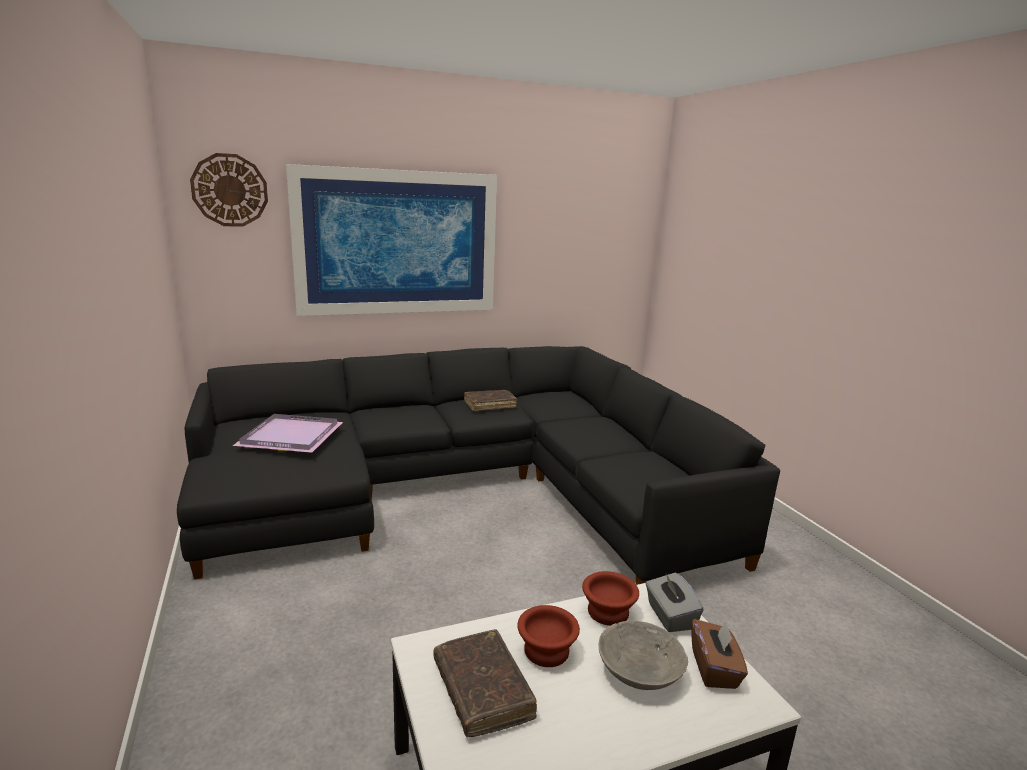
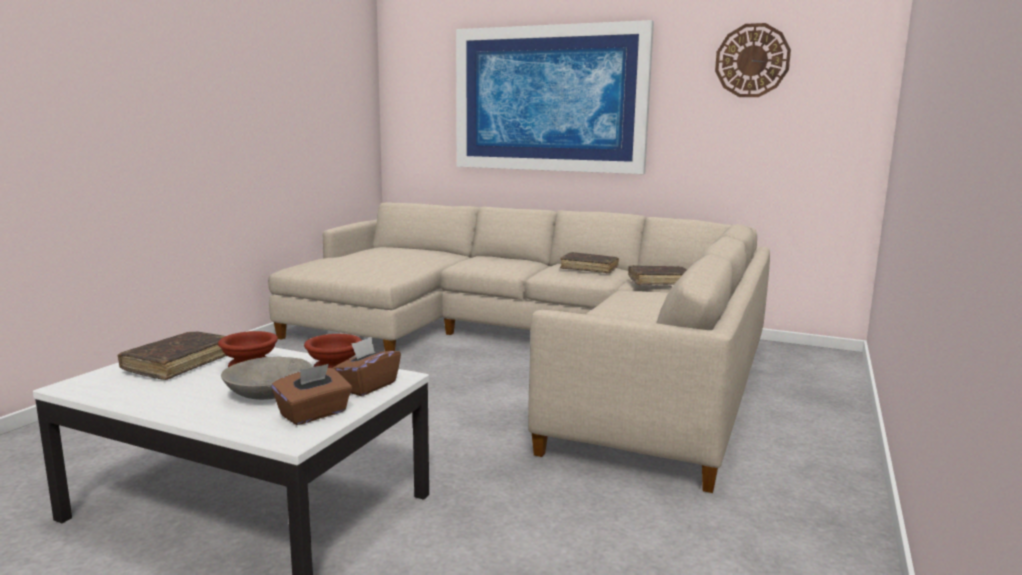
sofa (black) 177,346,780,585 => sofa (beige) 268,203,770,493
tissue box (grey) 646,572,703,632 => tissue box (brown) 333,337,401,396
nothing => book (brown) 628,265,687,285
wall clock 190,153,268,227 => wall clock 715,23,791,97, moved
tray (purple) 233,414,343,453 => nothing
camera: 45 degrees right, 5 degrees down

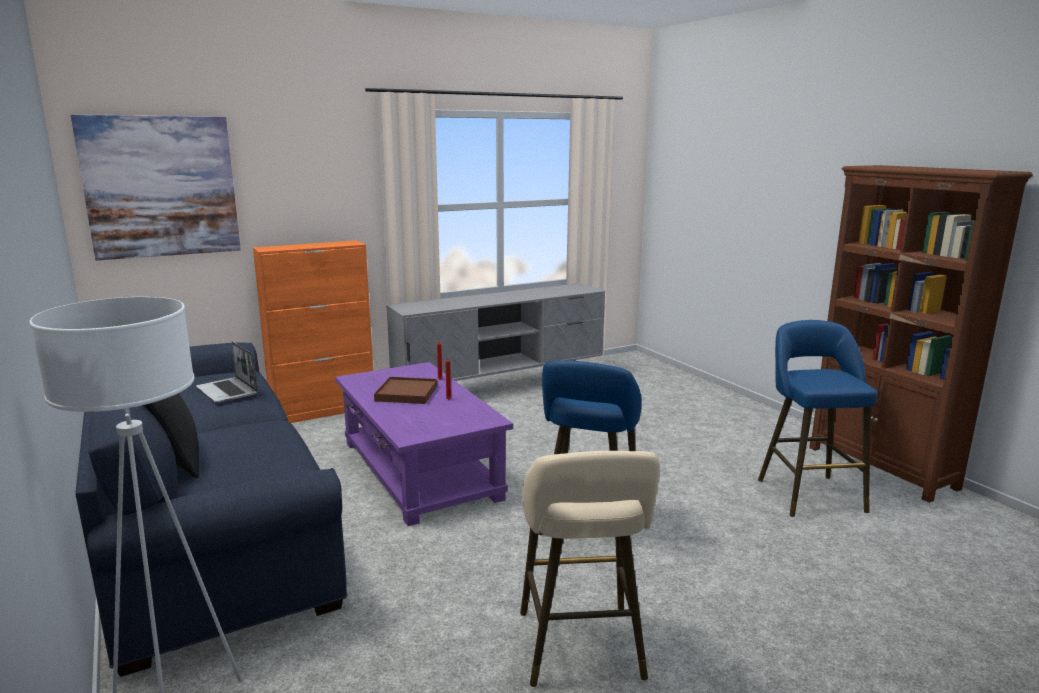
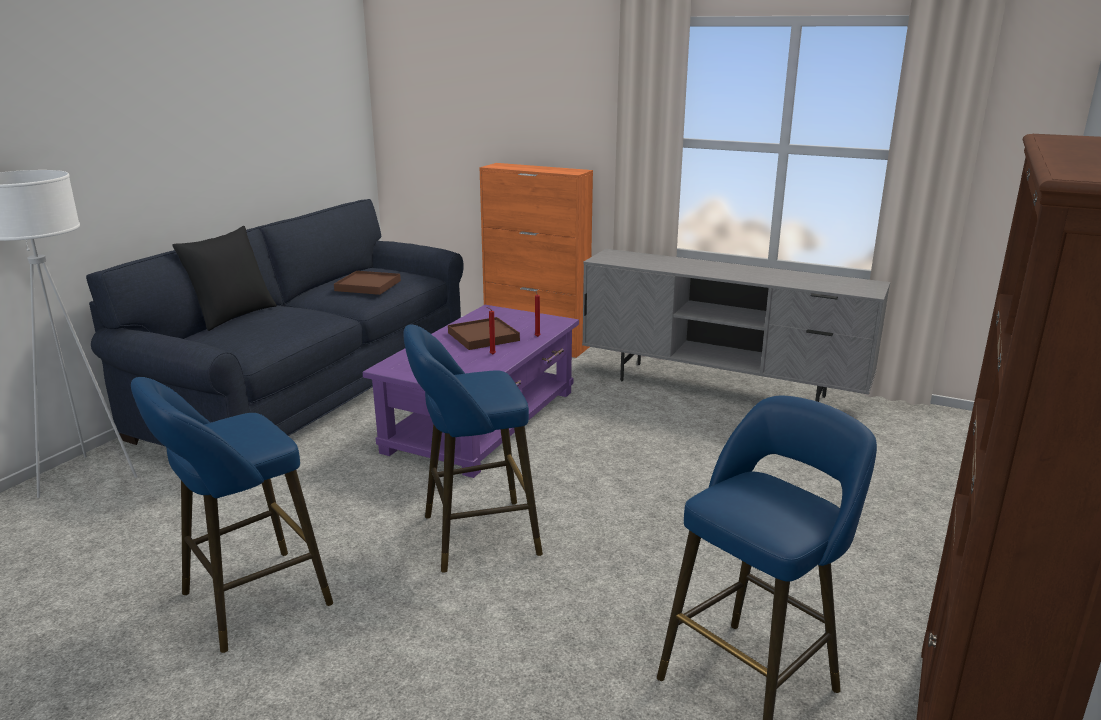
stool (beige) 520,451,660,687 => stool (blue) 131,377,333,653
laptop 196,341,258,403 => tray (brown) 334,271,401,295
picture 71,115,241,260 => nothing
camera: 55 degrees right, 5 degrees up

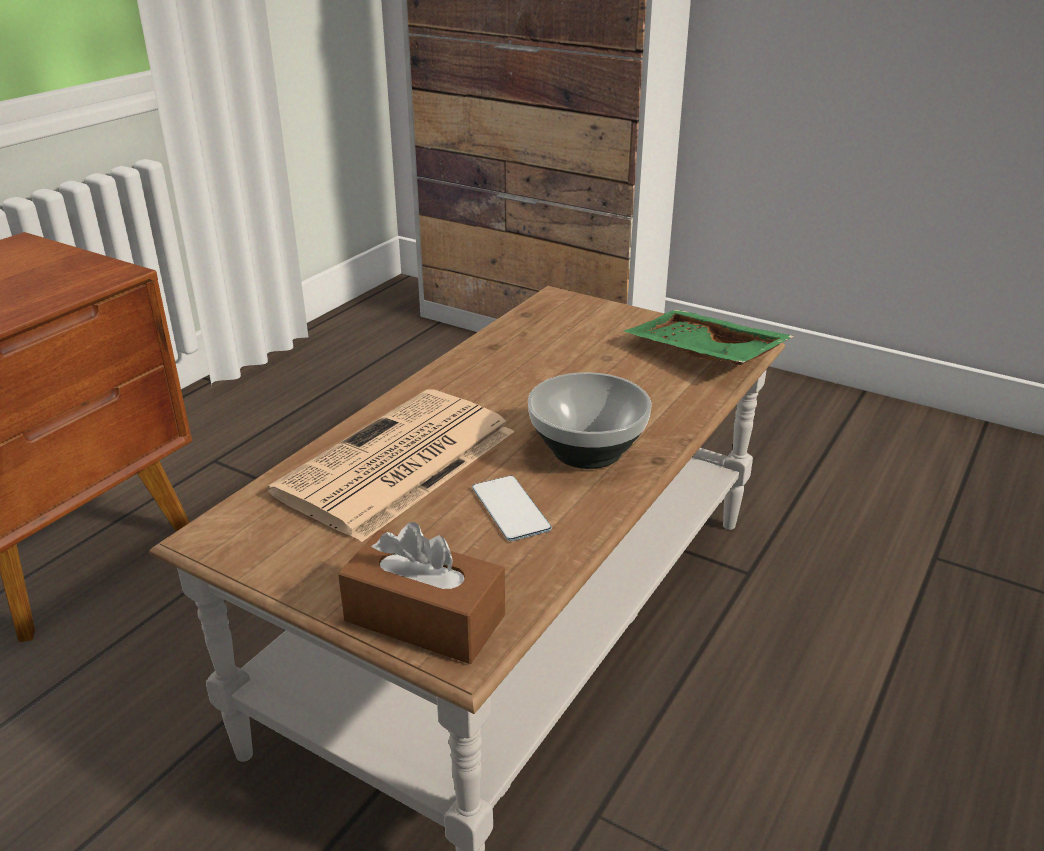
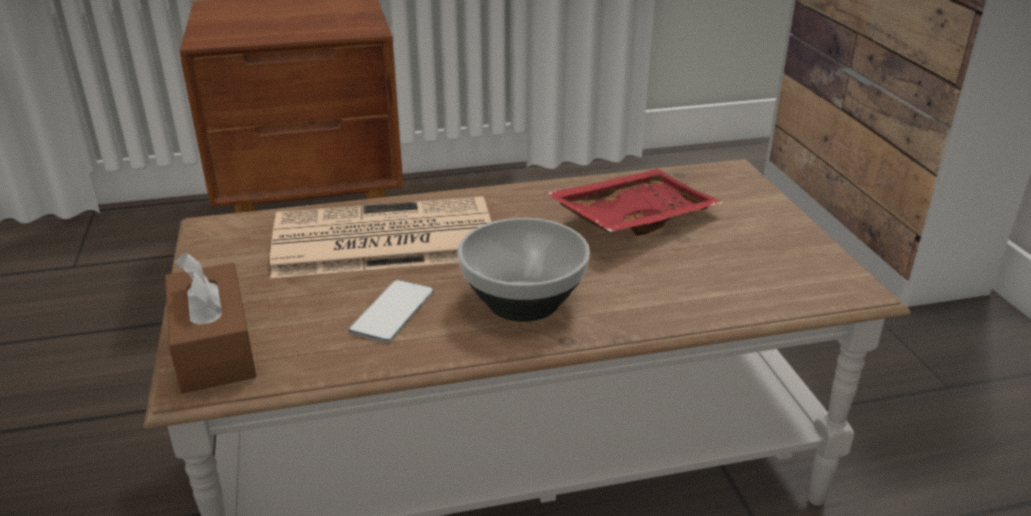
nothing => tray (red) 546,169,723,236
tray (green) 624,310,794,365 => nothing
camera: 45 degrees right, 0 degrees up

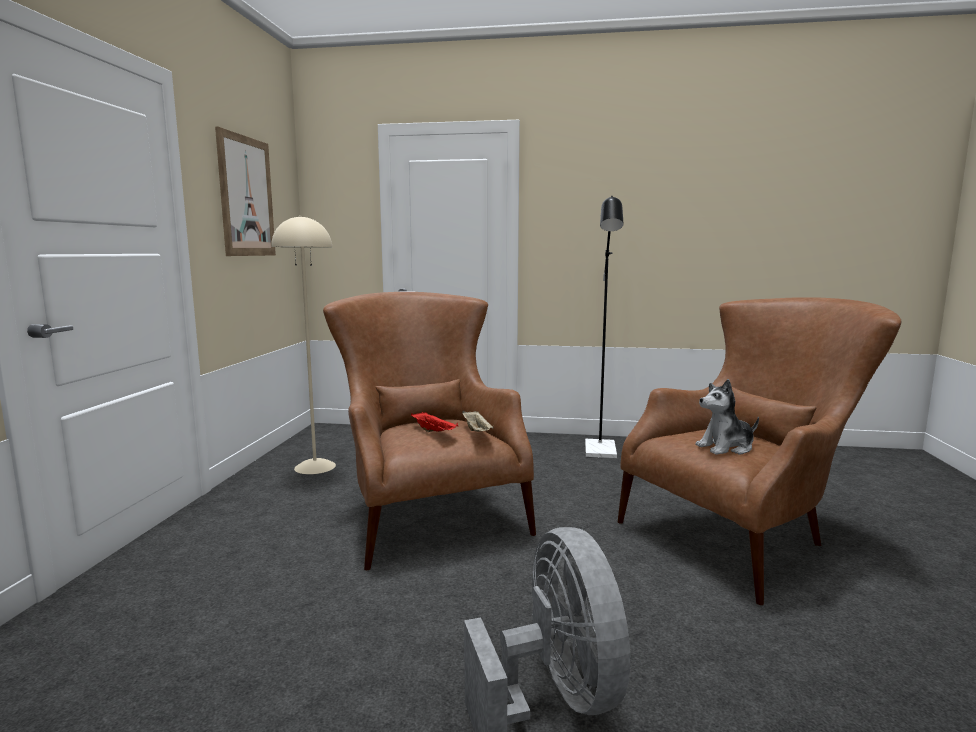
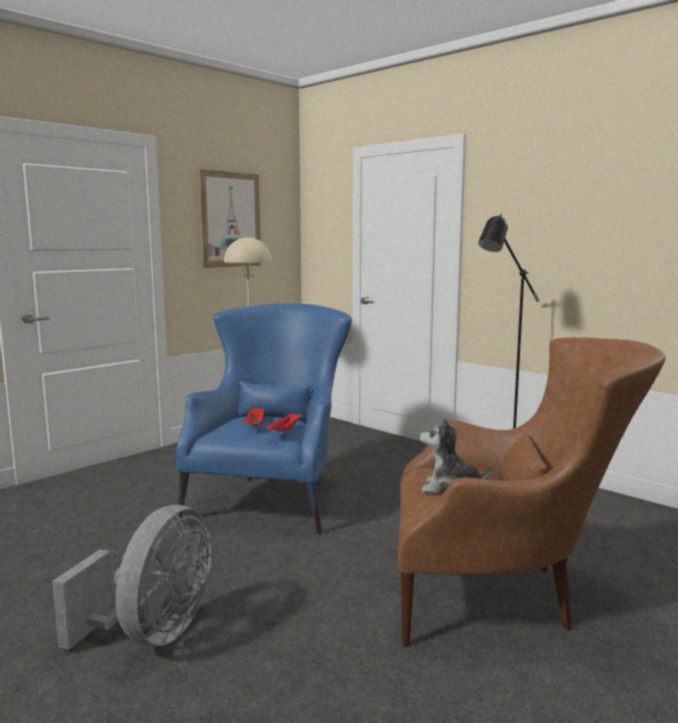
armchair (brown) 323,292,536,570 => armchair (blue) 176,303,352,534
tray (beige) 462,410,493,432 => tray (red) 265,412,302,431
camera: 35 degrees right, 0 degrees up

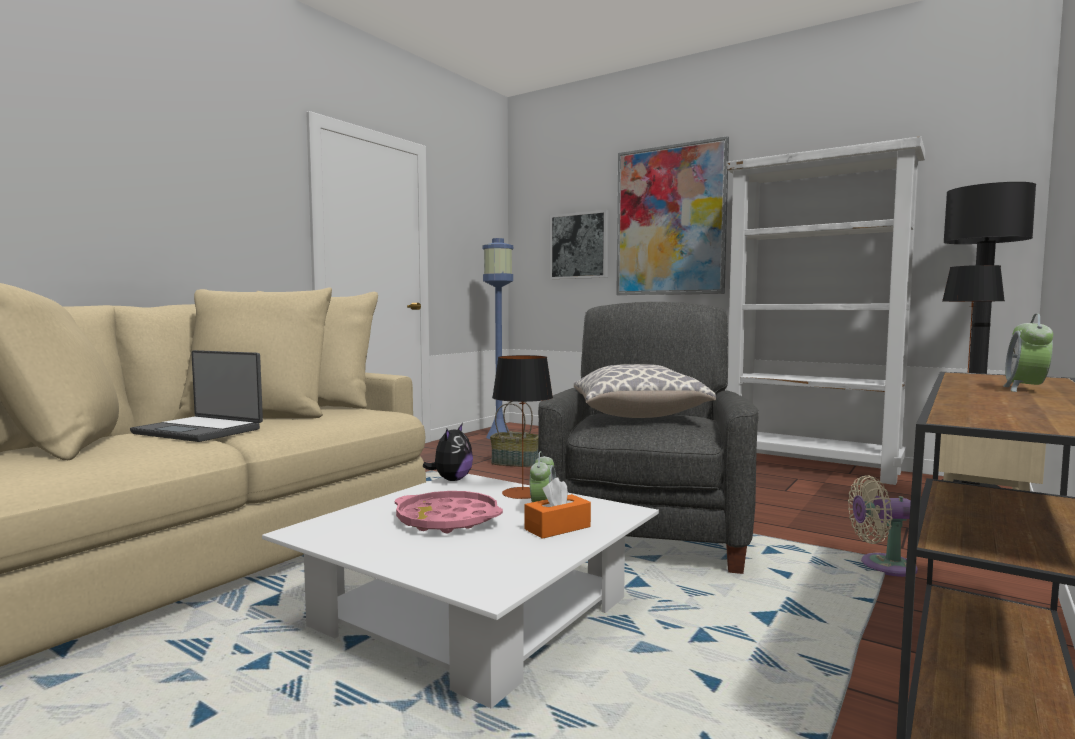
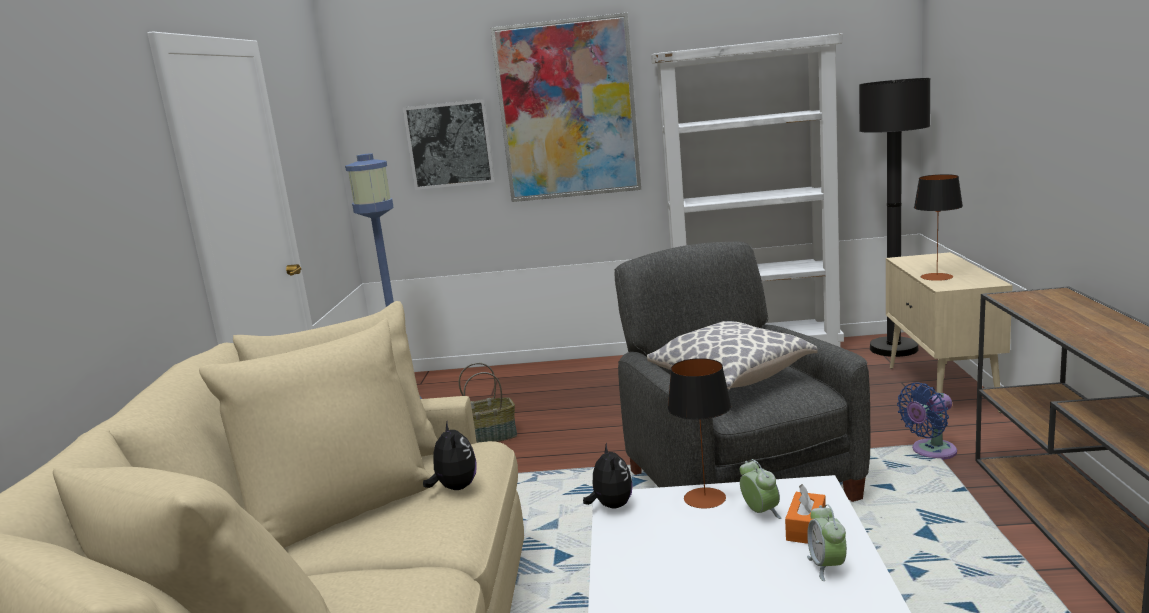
nothing => plush toy 423,422,477,490
alarm clock 1003,314,1053,392 => alarm clock 807,505,847,581, moved
fan (beige) 848,475,917,577 => fan (blue) 897,383,957,460
laptop 130,350,263,442 => nothing
tray (pink) 395,491,503,533 => nothing
camera: 30 degrees left, 10 degrees up

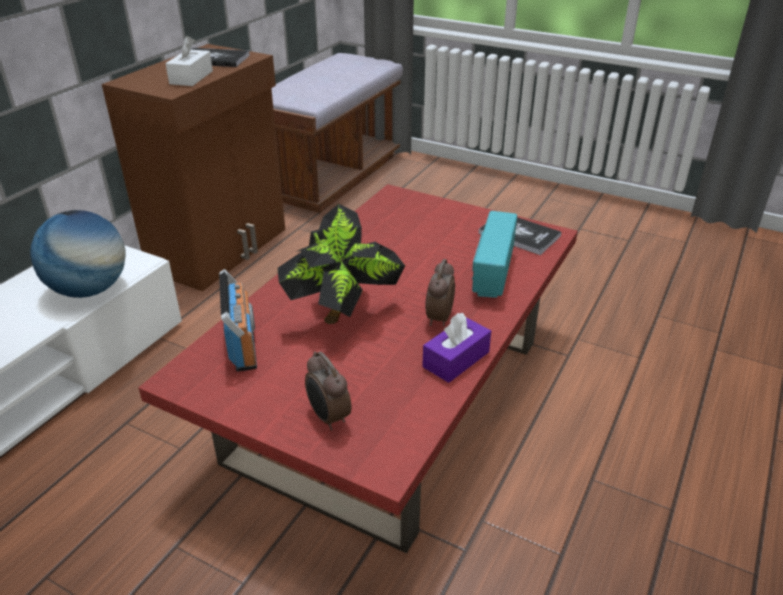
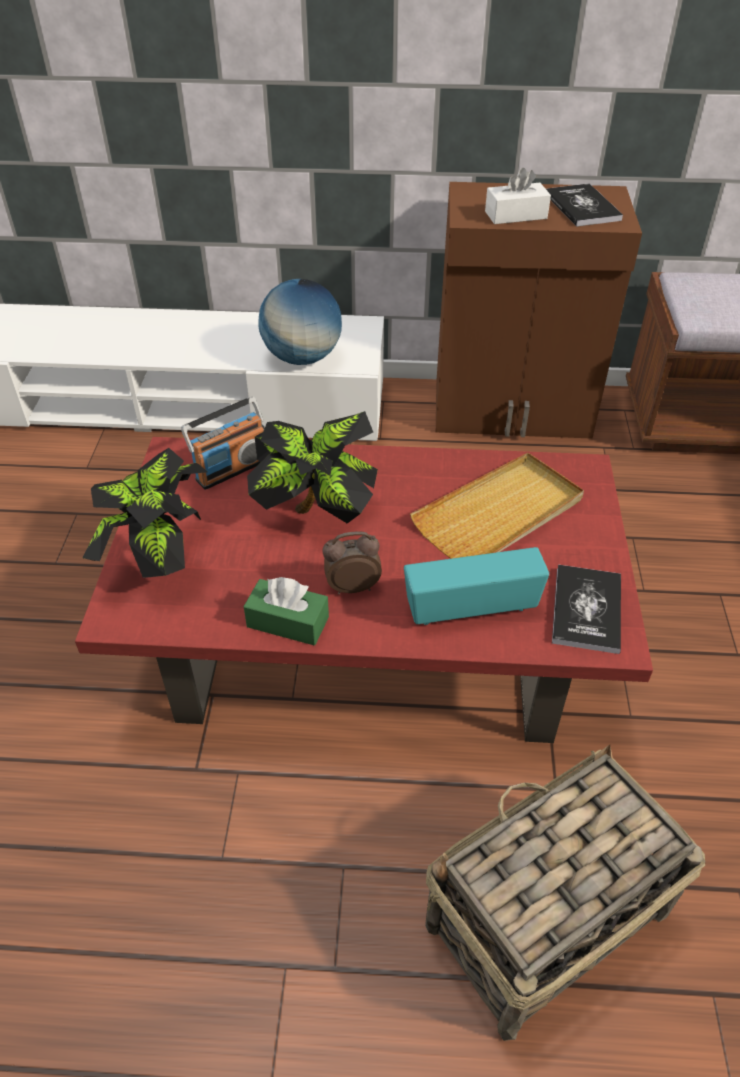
alarm clock 305,352,352,431 => potted plant 82,448,208,578
tissue box (purple) 422,313,491,383 => tissue box (green) 244,577,329,646
nothing => tray (beige) 410,453,584,559
nothing => basket 425,745,705,1041
camera: 65 degrees right, 10 degrees up

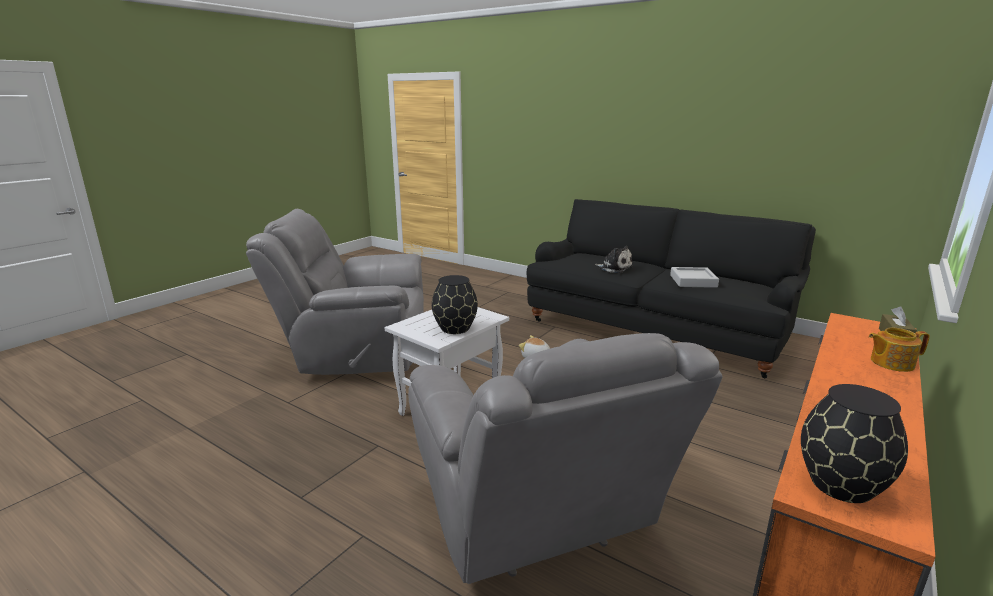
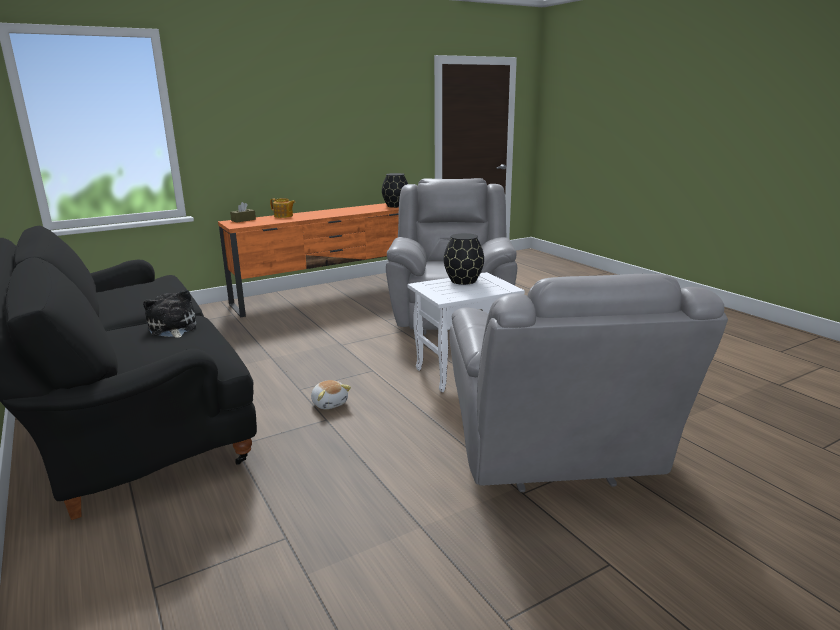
armchair (grey) 246,209,424,375 => armchair (grey) 450,274,728,492, 60 degrees clockwise
tray (grey) 670,267,719,288 => nothing
camera: 155 degrees left, 0 degrees up

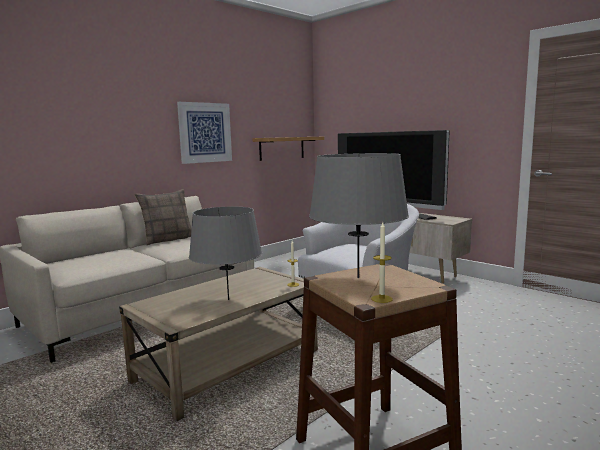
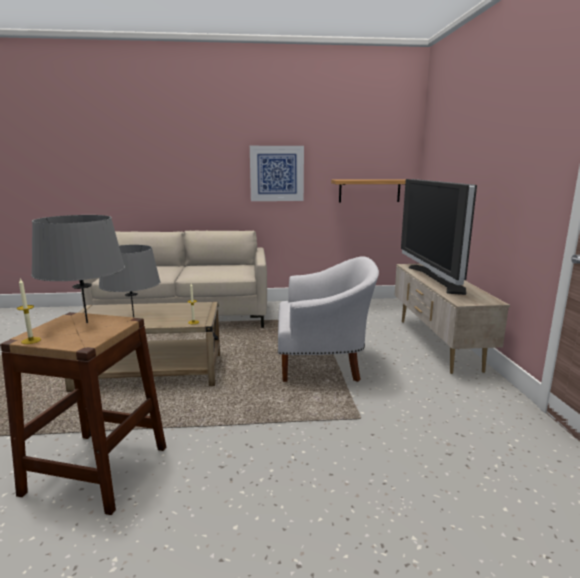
pillow 135,189,192,245 => nothing
camera: 40 degrees right, 5 degrees up

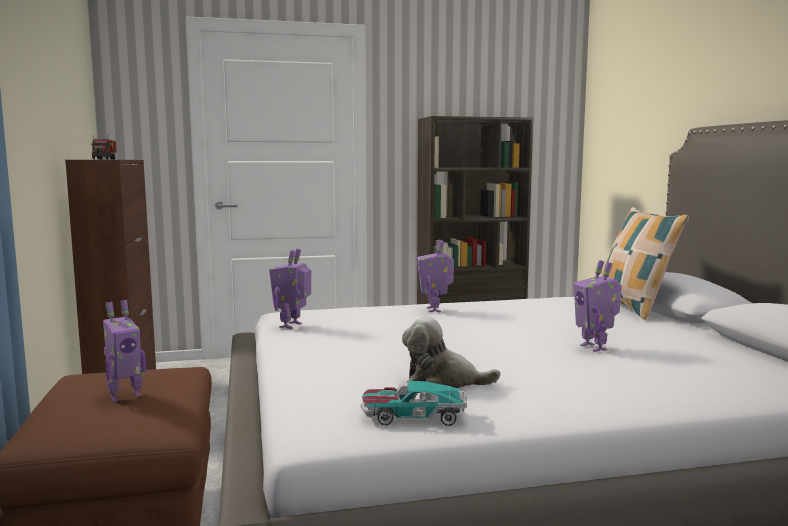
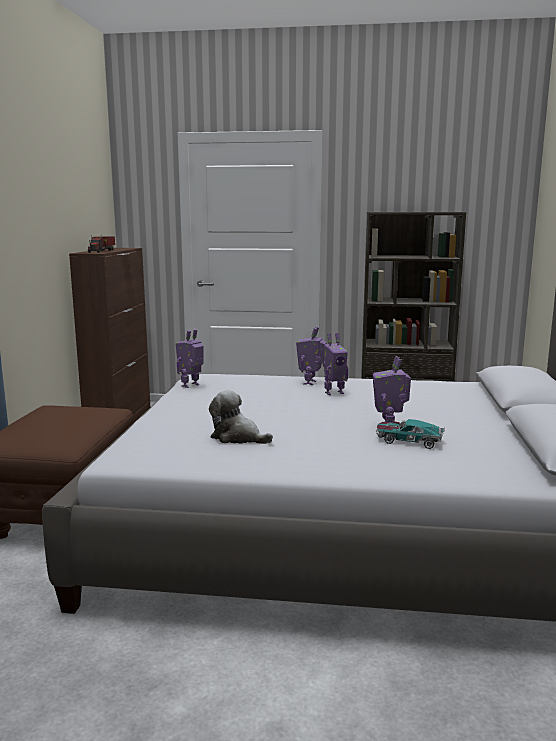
toy robot 103,300,146,402 => toy robot 323,333,348,395, moved
toy car 361,381,467,426 => toy car 376,419,445,449, moved
pillow 602,207,689,320 => nothing
camera: 20 degrees right, 5 degrees up

